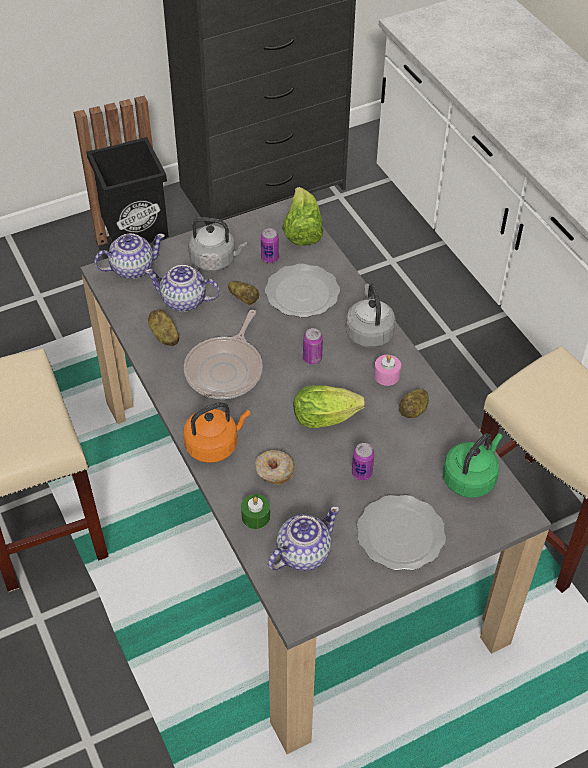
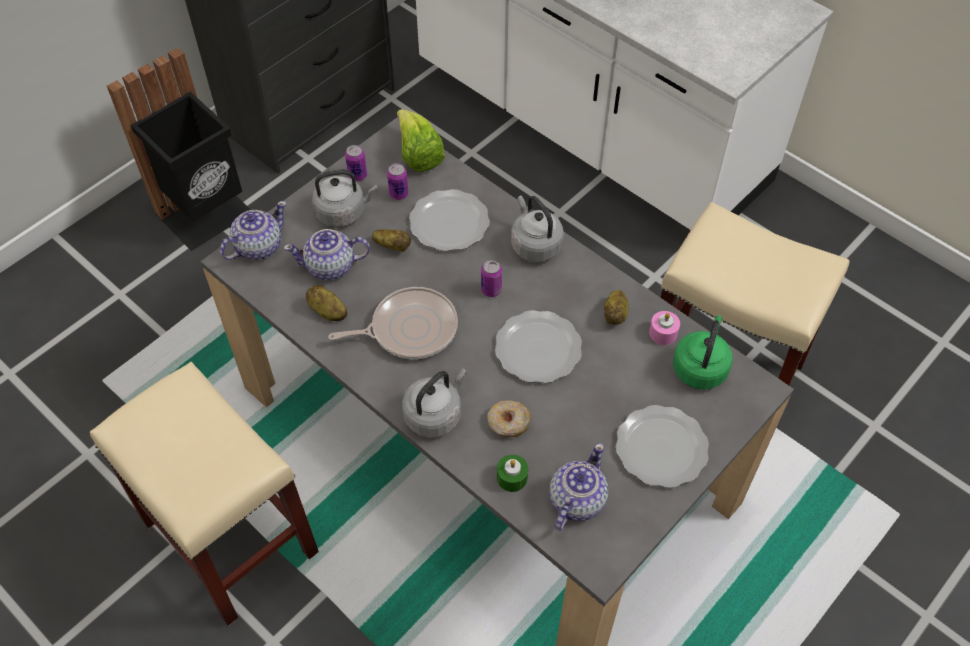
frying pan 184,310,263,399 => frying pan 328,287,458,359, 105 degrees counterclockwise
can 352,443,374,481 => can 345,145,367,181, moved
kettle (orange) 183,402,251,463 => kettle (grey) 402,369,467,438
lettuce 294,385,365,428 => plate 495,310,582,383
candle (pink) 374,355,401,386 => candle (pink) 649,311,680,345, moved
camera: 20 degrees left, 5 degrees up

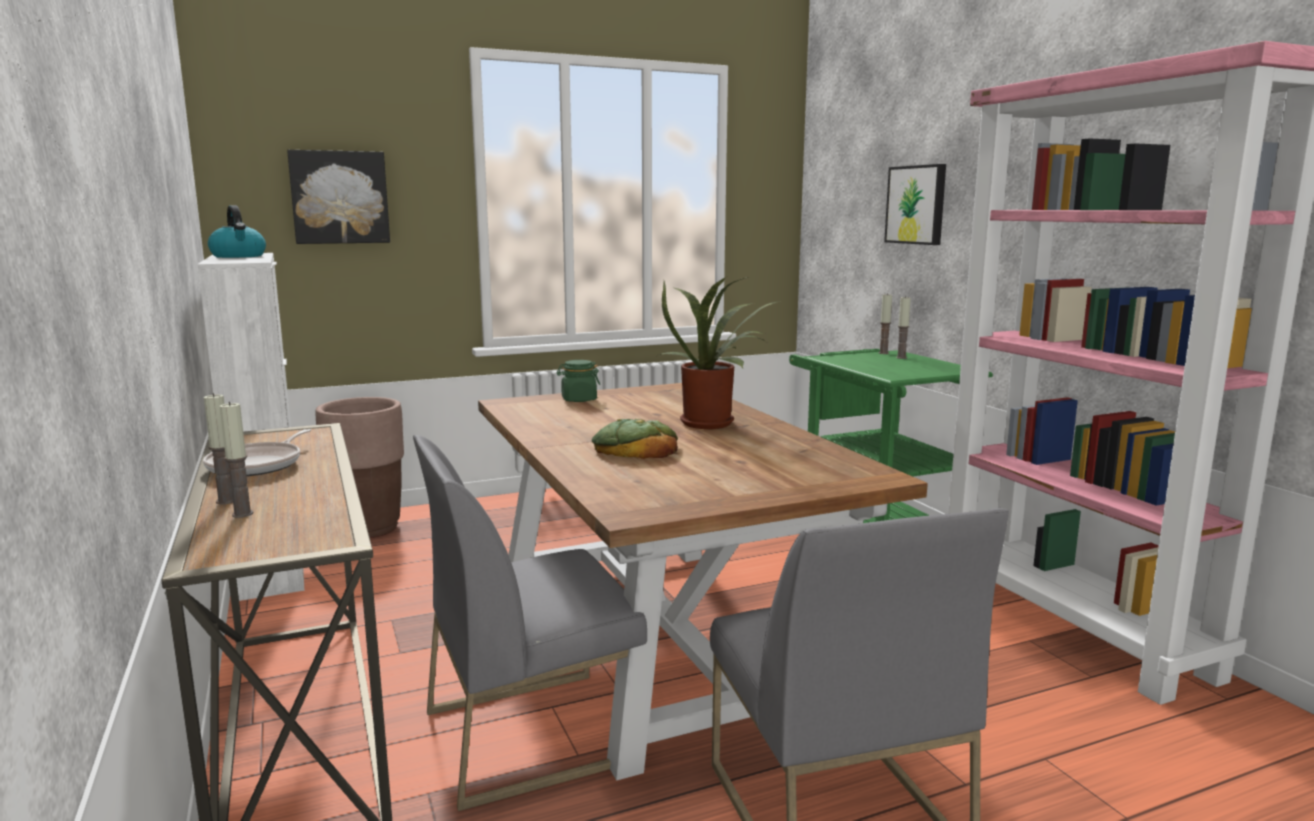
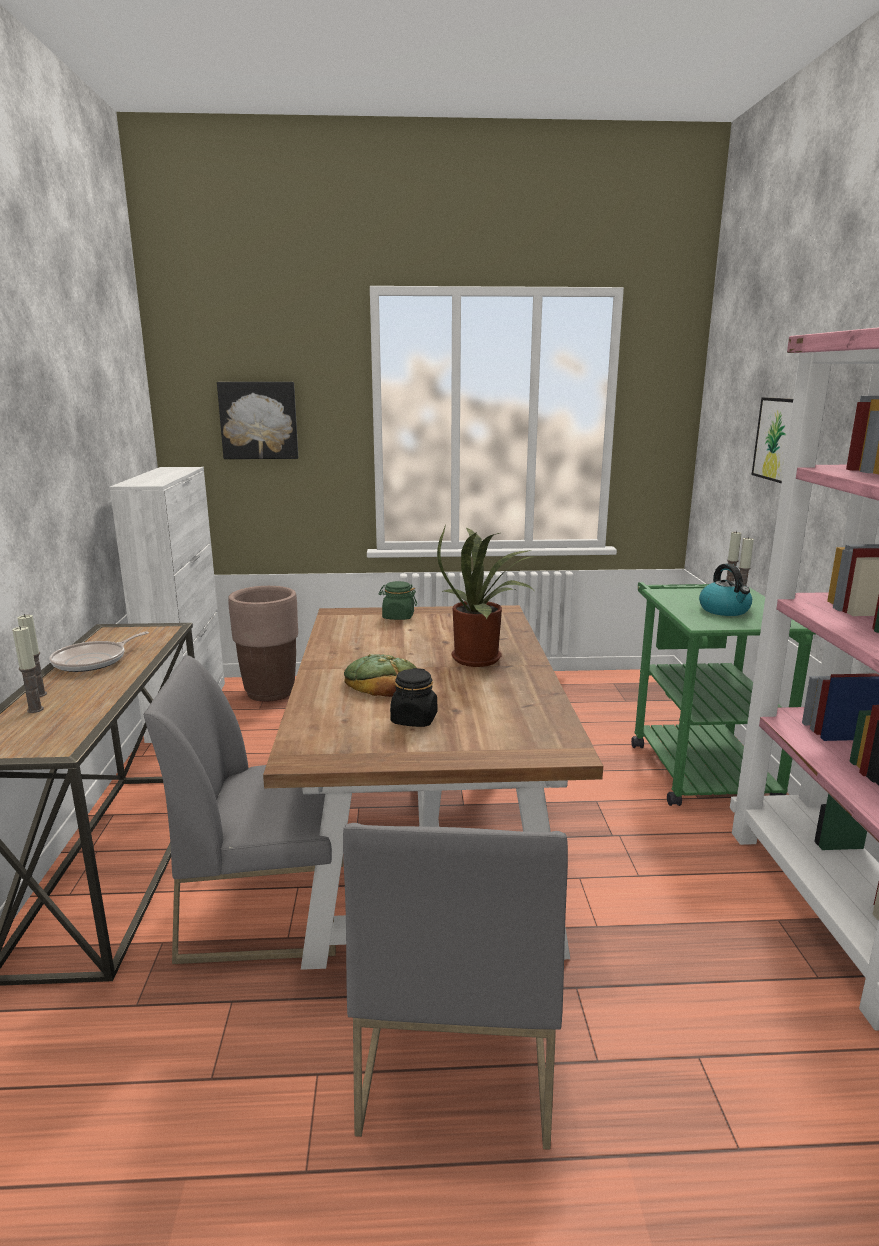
nothing => jar (black) 390,668,437,727
kettle 208,205,266,258 => kettle 699,563,752,616, moved
camera: 20 degrees right, 5 degrees up

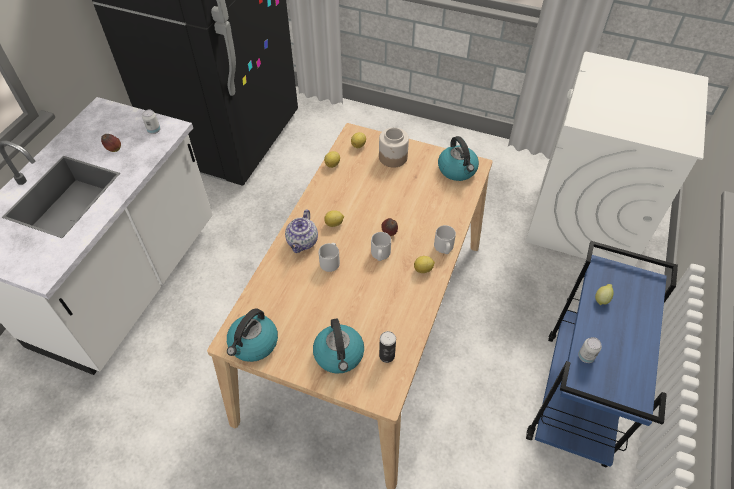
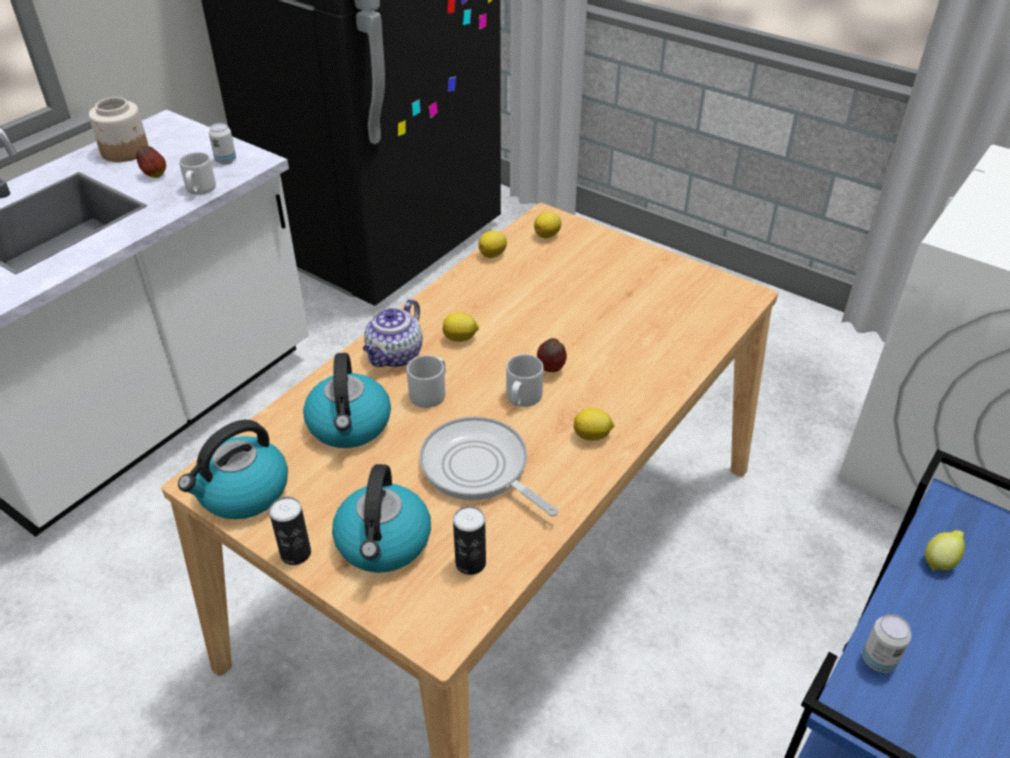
jar 379,128,409,168 => jar 89,97,149,162, moved
mug (grey) 434,225,456,254 => mug (grey) 179,152,216,195, moved
nothing => can 269,497,311,565
kettle 438,136,479,181 => kettle 303,353,391,448, moved
nothing => frying pan 420,416,558,516
camera: 15 degrees right, 10 degrees down

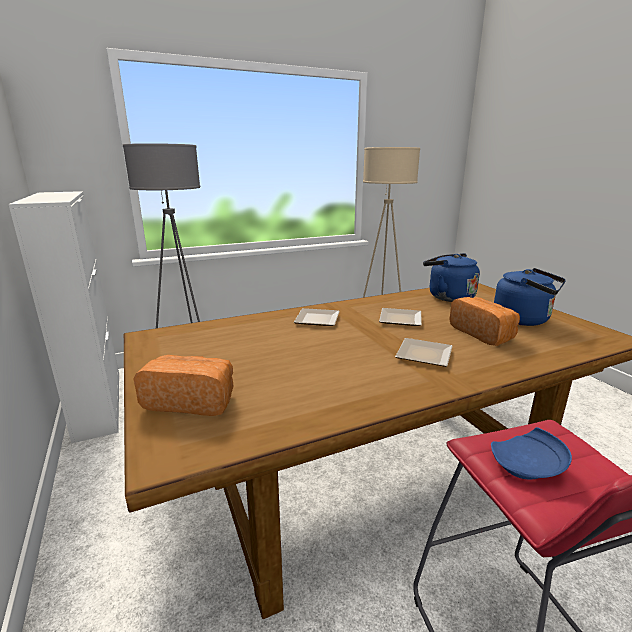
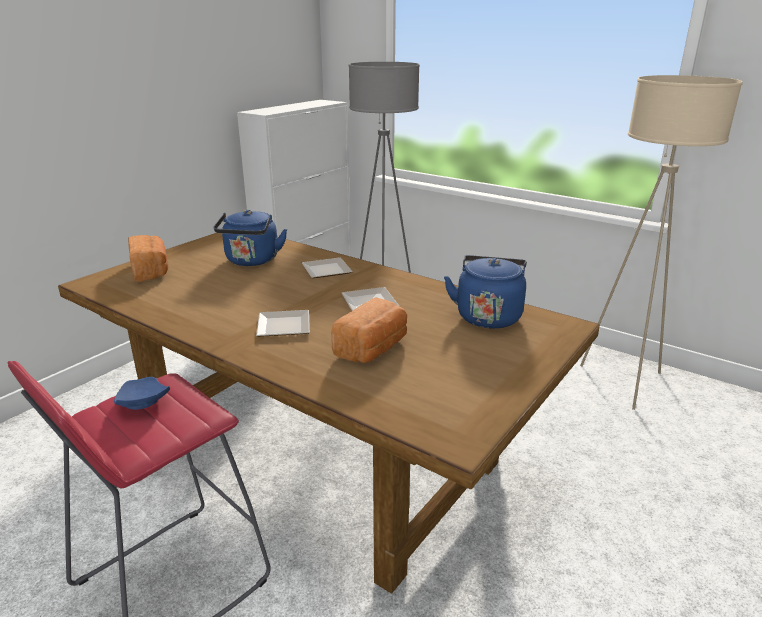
kettle (blue) 494,268,566,326 => kettle (blue) 214,210,287,266, moved
camera: 60 degrees right, 5 degrees up

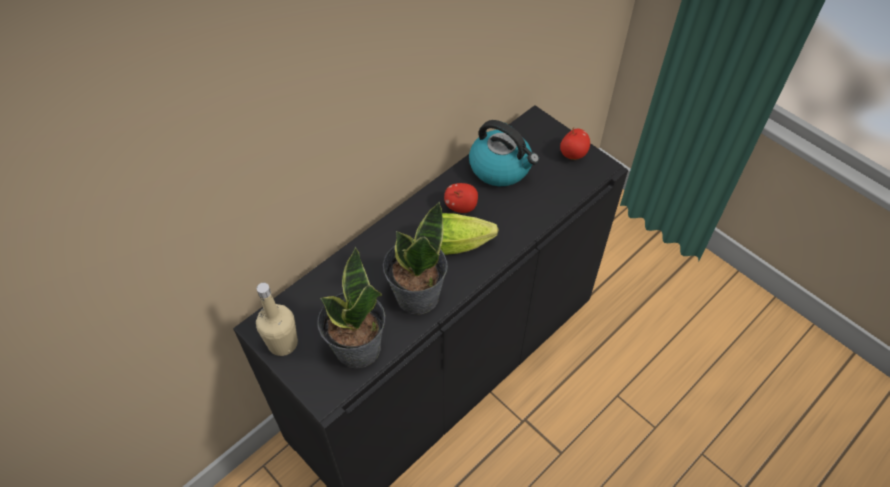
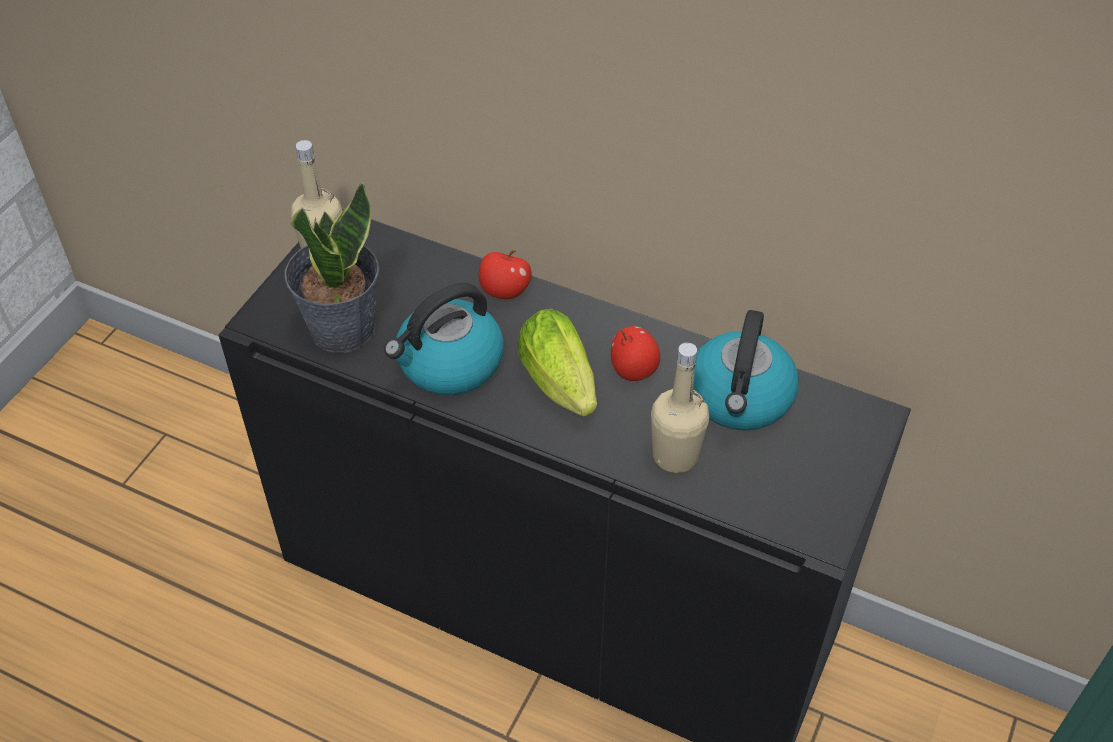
potted plant 383,201,448,314 => kettle 384,283,504,395
apple 560,127,590,160 => apple 479,250,531,299, moved
nothing => bottle (beige) 651,342,710,473
camera: 70 degrees right, 5 degrees down

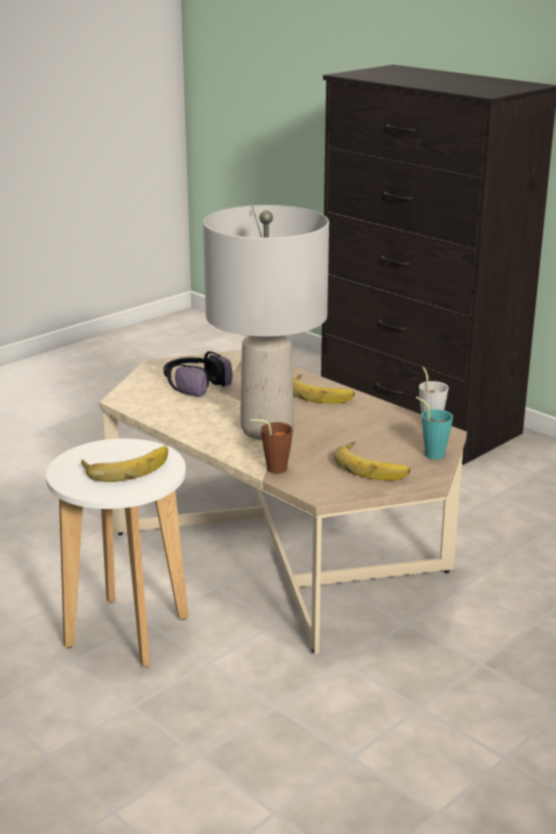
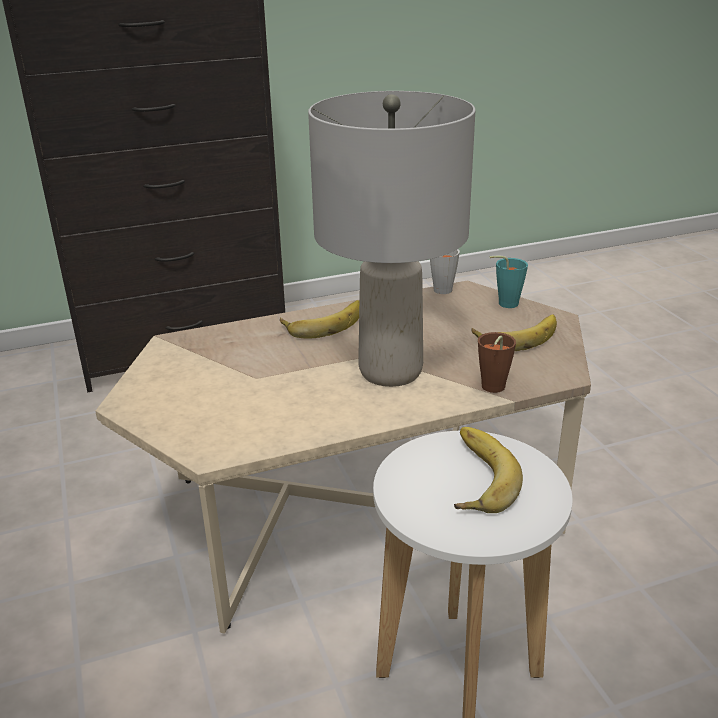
headphones 163,351,233,397 => nothing
camera: 65 degrees left, 5 degrees up

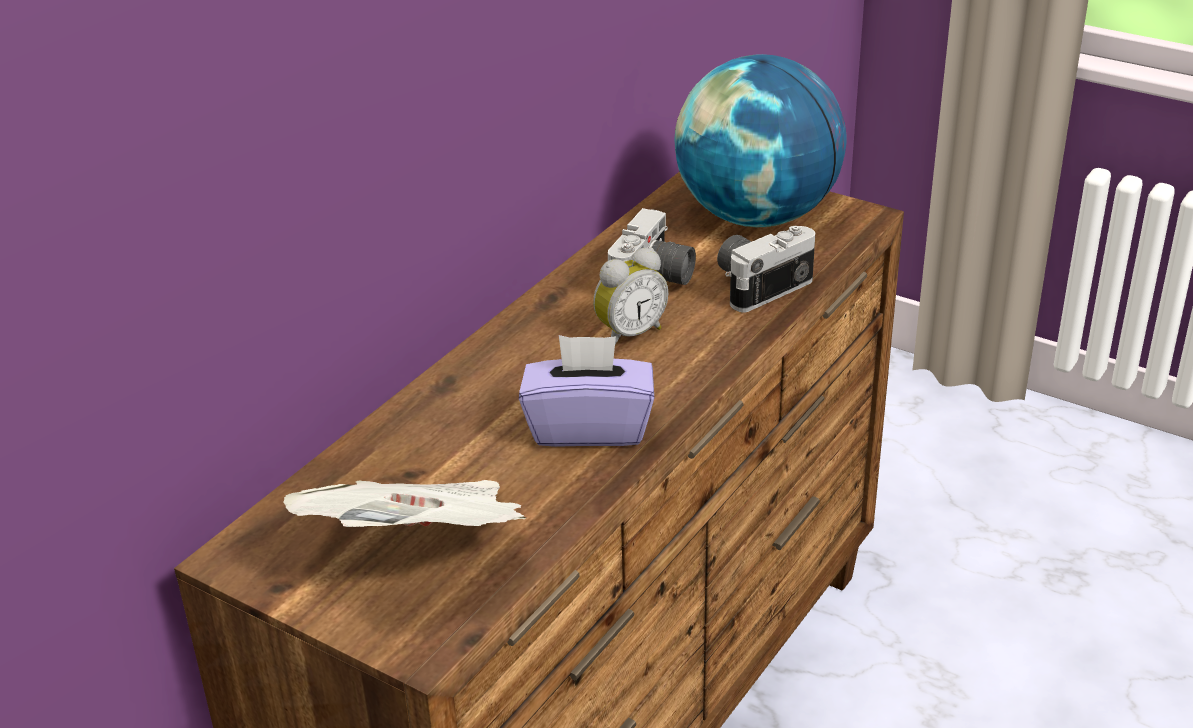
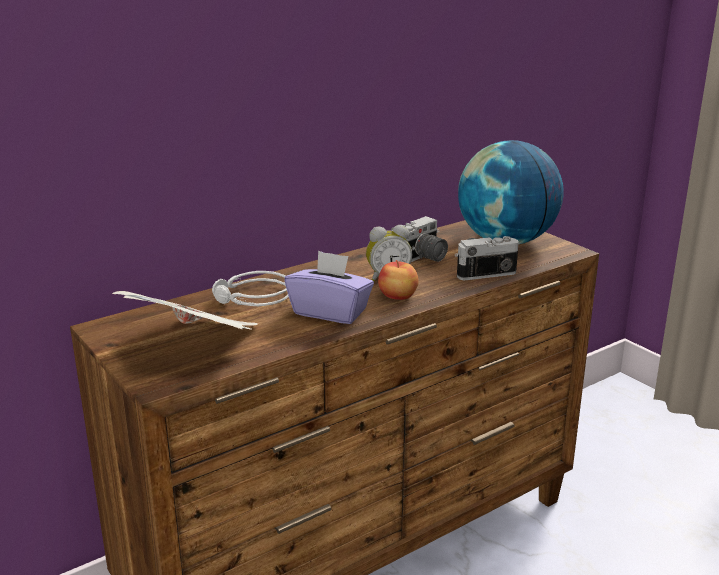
nothing => headphones (grey) 212,271,289,306
nothing => apple 378,260,419,300
camera: 20 degrees right, 10 degrees down

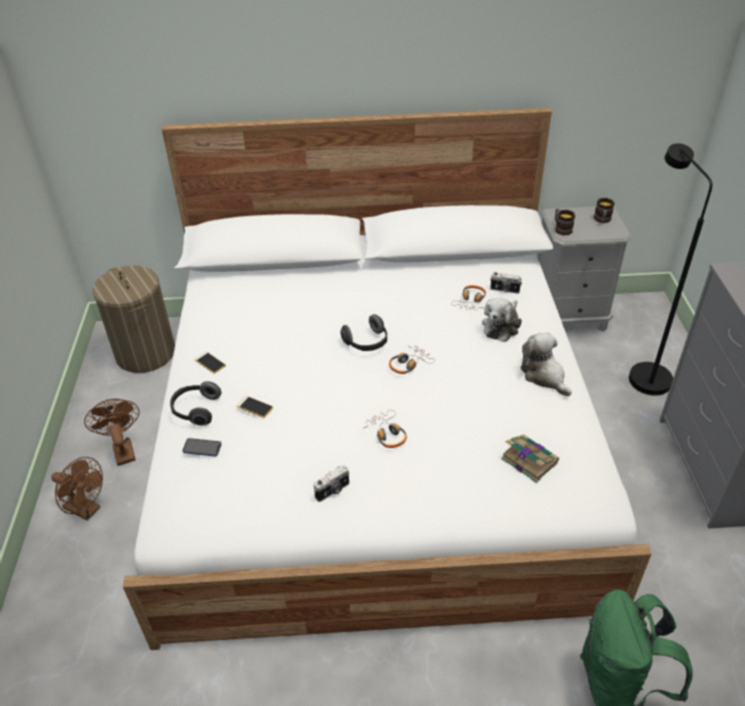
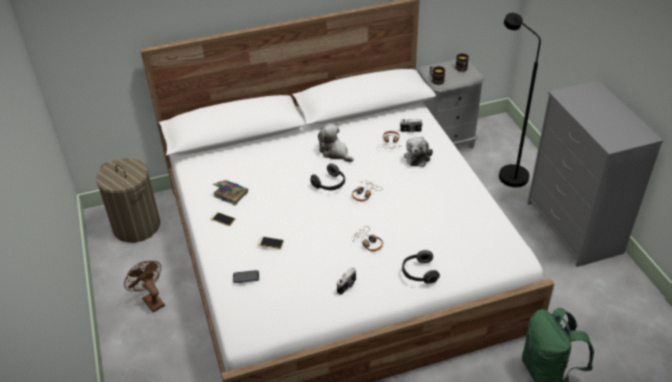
book 501,434,559,483 => book 213,180,248,205, moved
plush toy 521,332,572,396 => plush toy 318,124,354,162, moved
headphones 170,381,221,426 => headphones 402,250,440,284, moved
fan (brown) 51,457,103,521 => nothing
camera: 15 degrees left, 0 degrees up

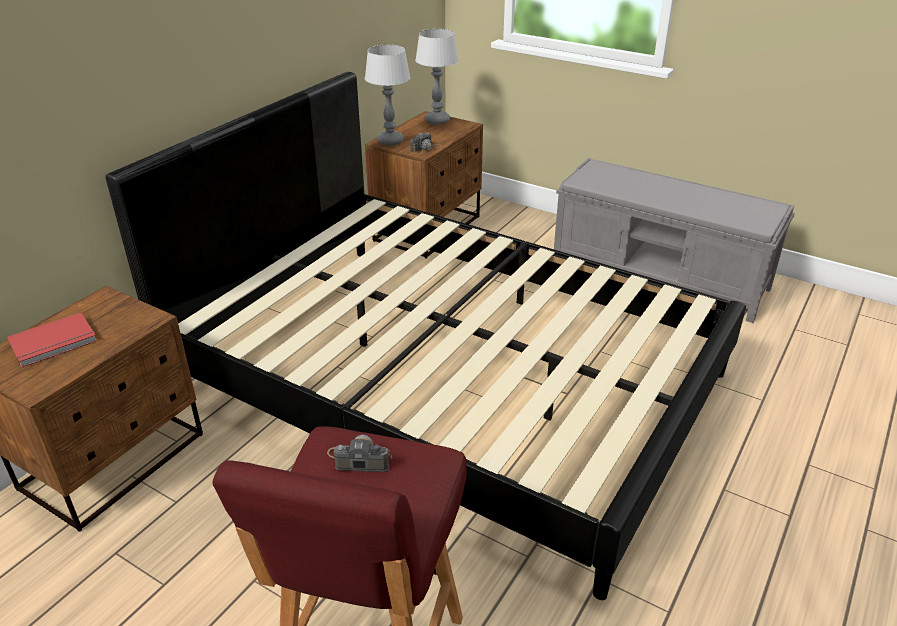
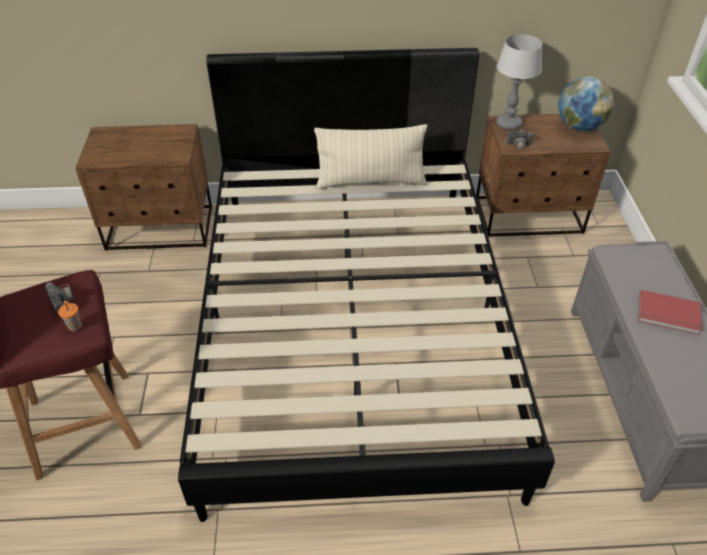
nothing => cup (orange) 58,301,82,331
nothing => pillow (beige) 314,124,428,189
table lamp 415,29,458,125 => globe 558,77,614,131
book (red) 7,312,97,368 => book (red) 638,290,702,335, moved
camera: 55 degrees right, 10 degrees up

